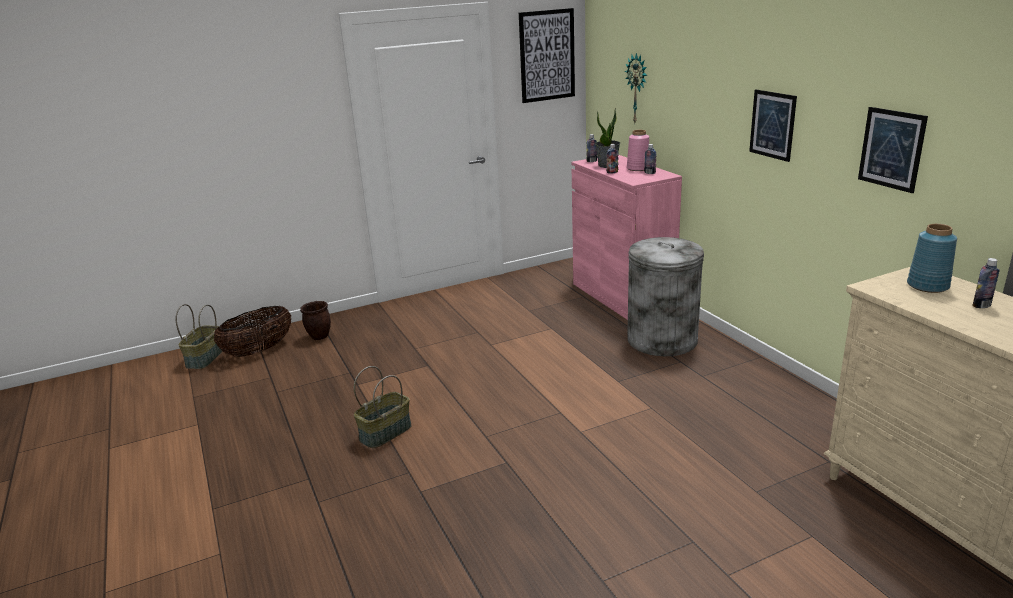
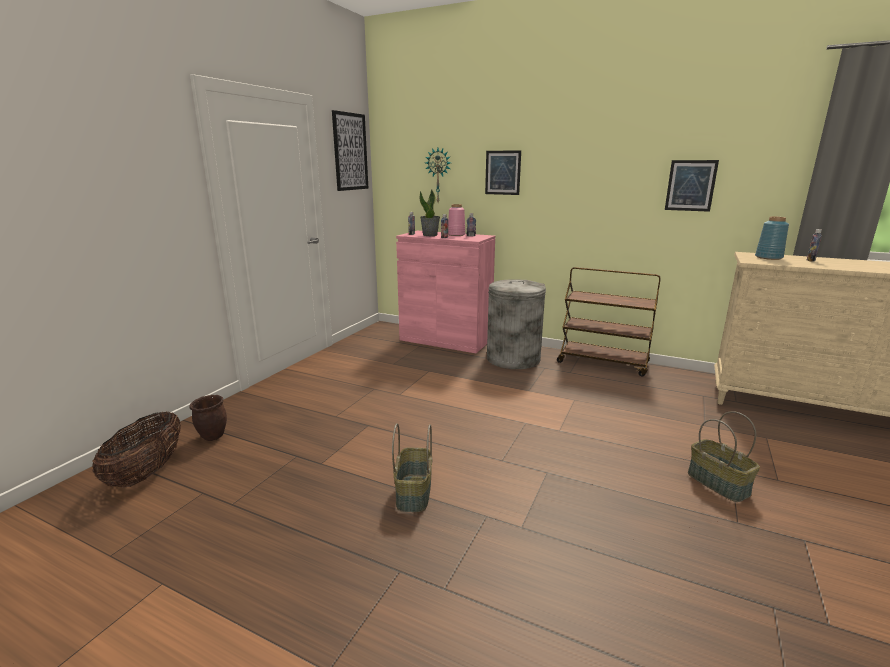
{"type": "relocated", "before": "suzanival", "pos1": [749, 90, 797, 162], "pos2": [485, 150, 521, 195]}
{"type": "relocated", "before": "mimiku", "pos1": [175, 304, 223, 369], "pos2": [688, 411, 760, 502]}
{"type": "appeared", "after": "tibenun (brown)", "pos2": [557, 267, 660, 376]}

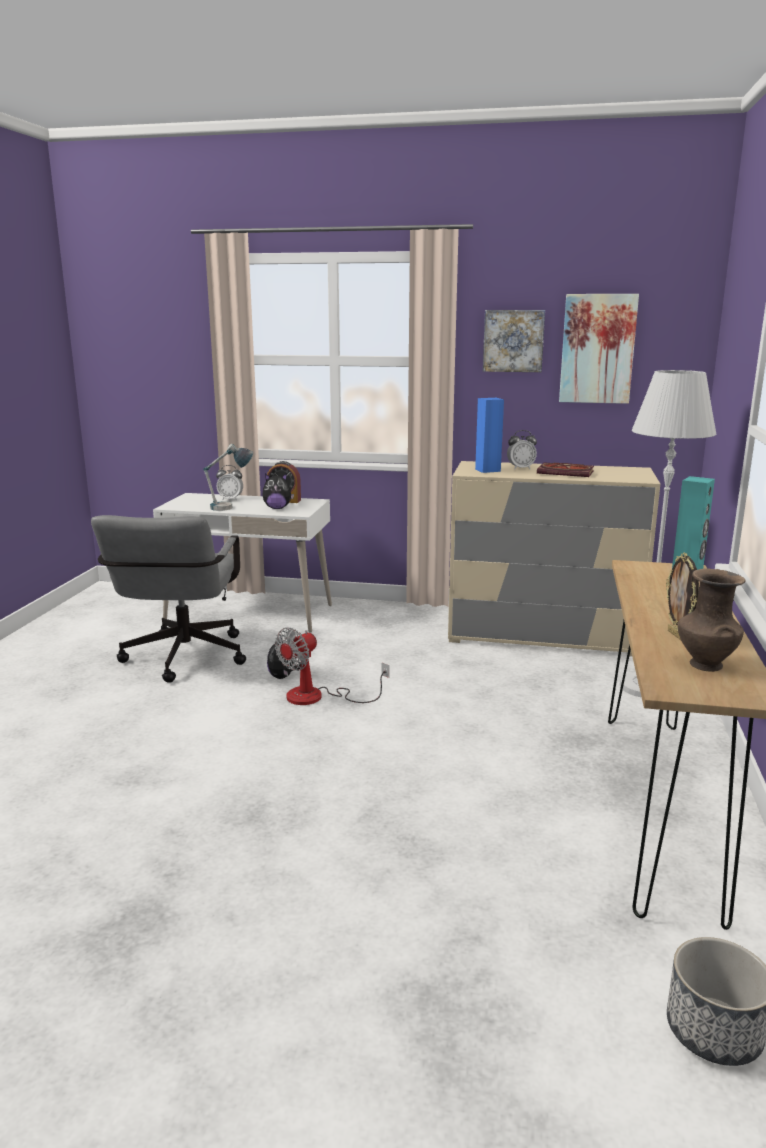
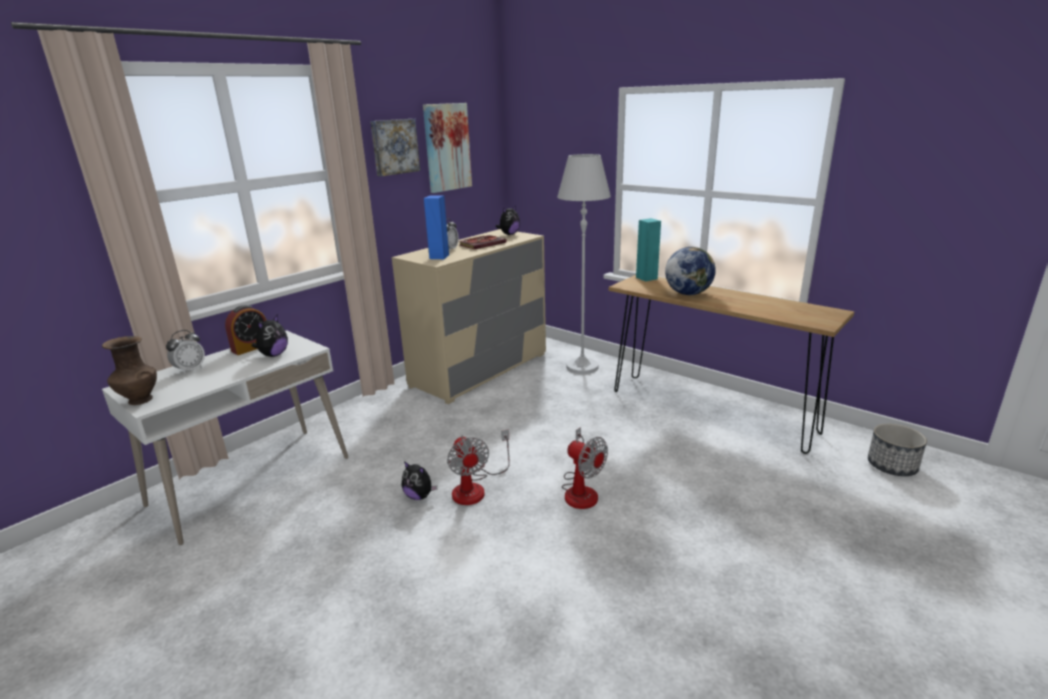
{"type": "missing", "before": "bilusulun", "pos1": [203, 444, 253, 511]}
{"type": "missing", "before": "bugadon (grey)", "pos1": [91, 515, 246, 683]}
{"type": "missing", "before": "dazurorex", "pos1": [666, 553, 699, 640]}
{"type": "relocated", "before": "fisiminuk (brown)", "pos1": [678, 568, 746, 672], "pos2": [102, 336, 157, 405]}
{"type": "appeared", "after": "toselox", "pos2": [496, 205, 520, 235]}
{"type": "appeared", "after": "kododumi", "pos2": [665, 247, 716, 295]}
{"type": "appeared", "after": "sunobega", "pos2": [562, 427, 608, 509]}

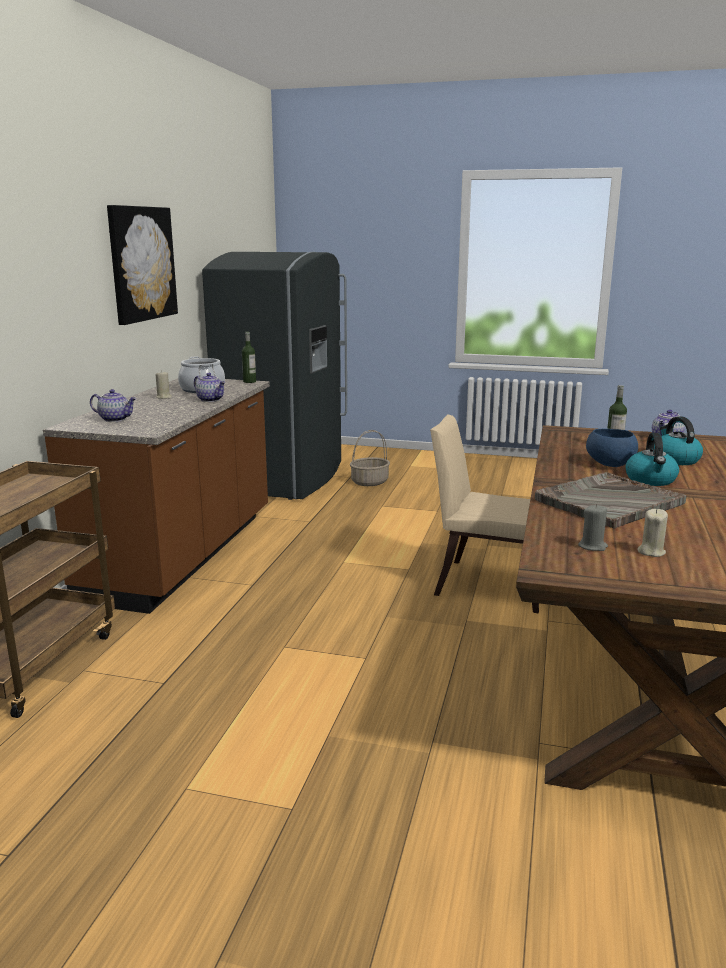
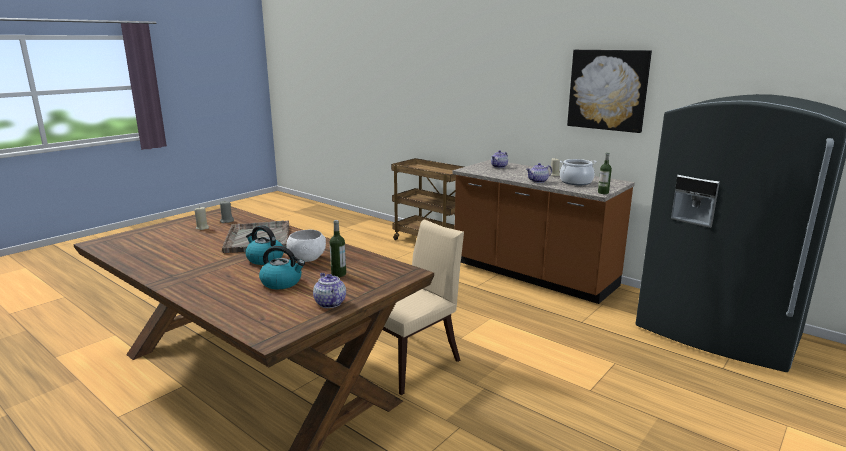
{"type": "colour", "before": "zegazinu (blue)", "after": "zegazinu (white)", "pos1": [586, 429, 638, 467], "pos2": [287, 230, 326, 262]}
{"type": "missing", "before": "mimiku", "pos1": [350, 430, 390, 486]}

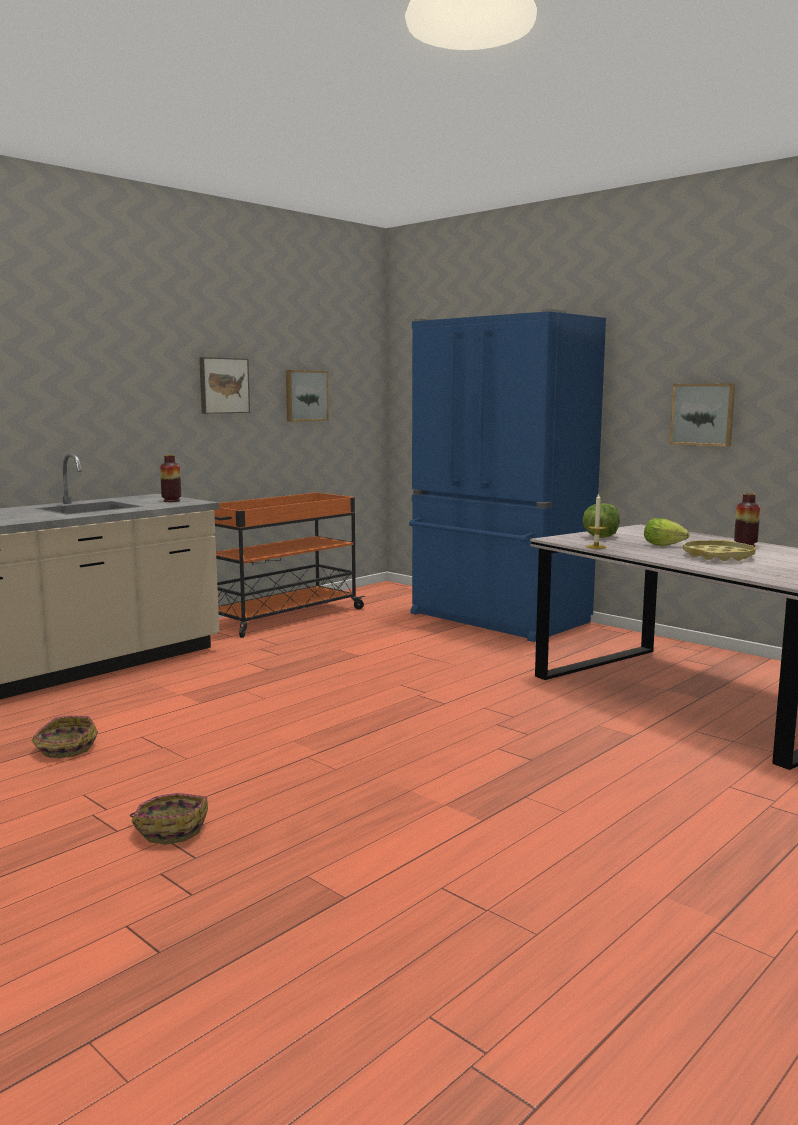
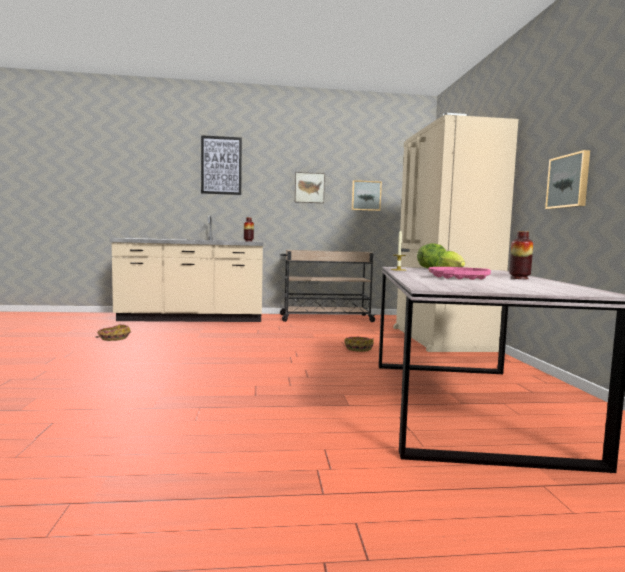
{"type": "colour", "before": "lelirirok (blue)", "after": "lelirirok (beige)", "pos1": [409, 309, 606, 642], "pos2": [393, 113, 518, 352]}
{"type": "colour", "before": "tibenun (orange)", "after": "tibenun (beige)", "pos1": [213, 493, 365, 638], "pos2": [280, 250, 377, 322]}
{"type": "colour", "before": "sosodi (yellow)", "after": "sosodi (pink)", "pos1": [683, 540, 756, 561], "pos2": [428, 267, 491, 280]}
{"type": "relocated", "before": "mimiku", "pos1": [130, 793, 208, 845], "pos2": [344, 337, 374, 352]}
{"type": "appeared", "after": "suzanival", "pos2": [201, 135, 242, 195]}

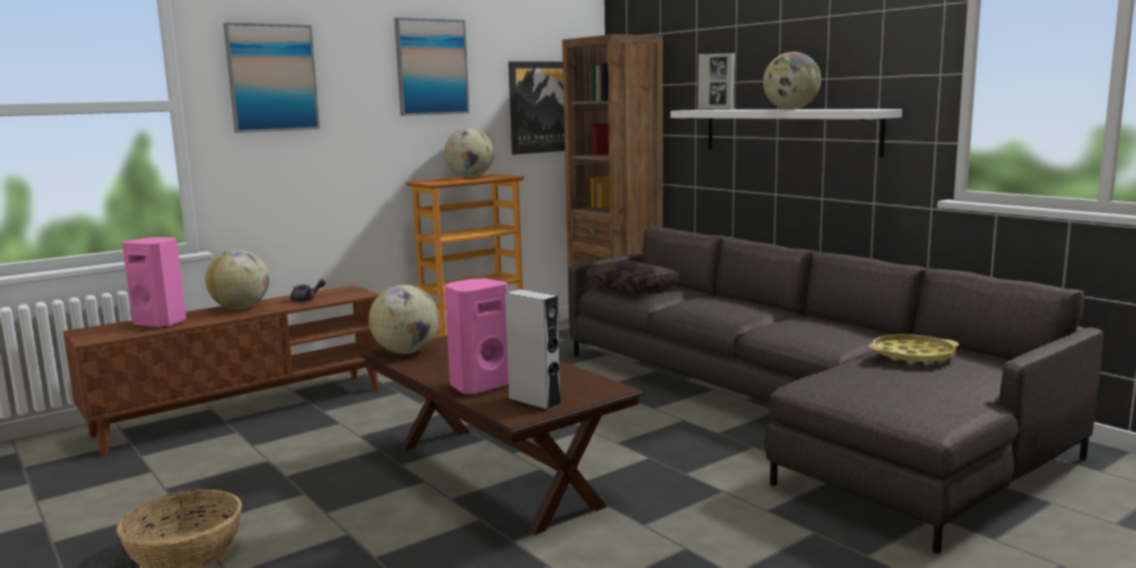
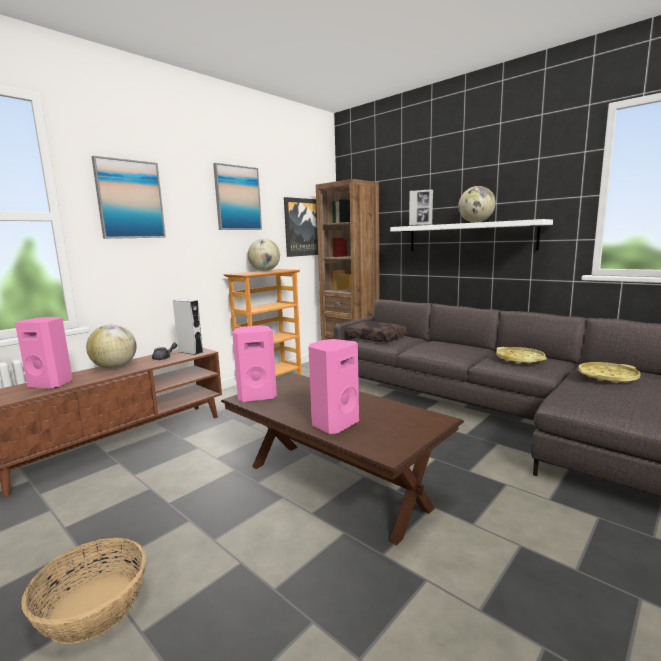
{"type": "exchanged", "before": "kododumi", "after": "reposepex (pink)", "pos1": [369, 285, 439, 354], "pos2": [232, 325, 277, 402]}
{"type": "relocated", "before": "reposepex (grey)", "pos1": [505, 289, 562, 411], "pos2": [173, 299, 204, 355]}
{"type": "appeared", "after": "sosodi (yellow)", "pos2": [496, 347, 547, 364]}

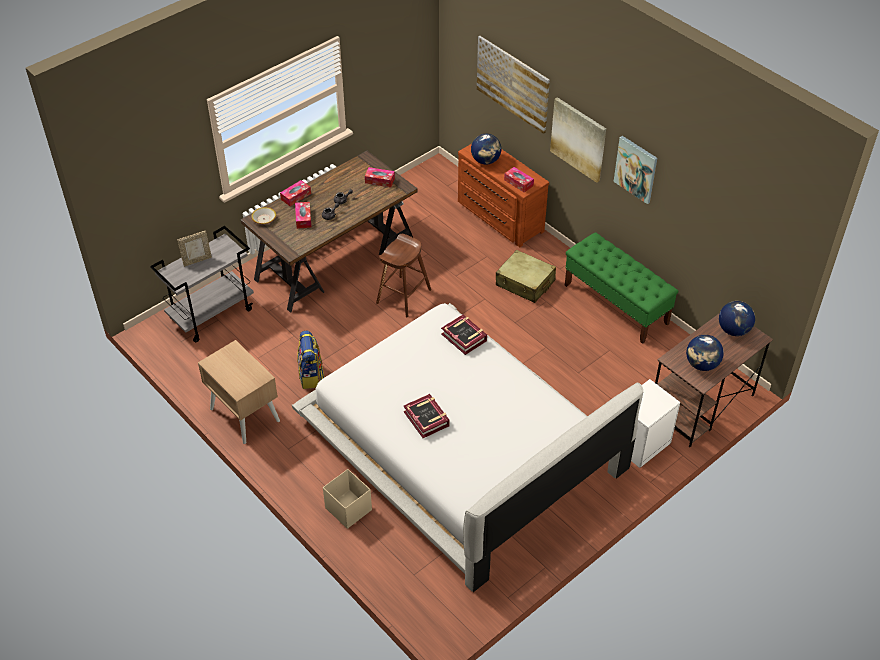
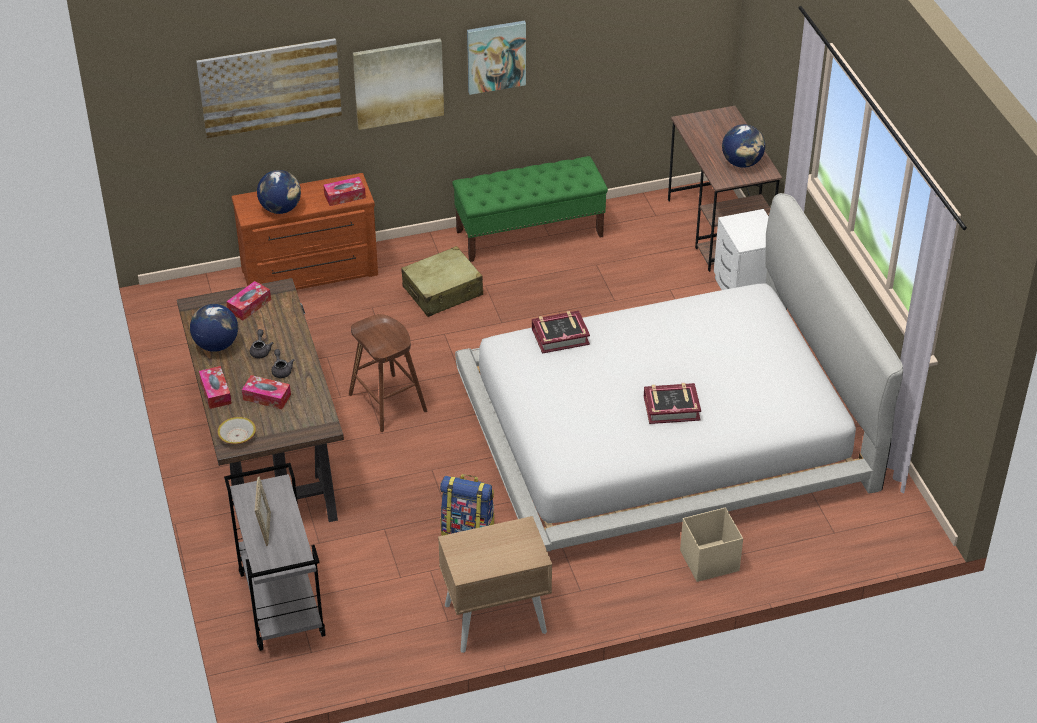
{"type": "relocated", "before": "kododumi", "pos1": [719, 301, 755, 336], "pos2": [190, 304, 238, 352]}

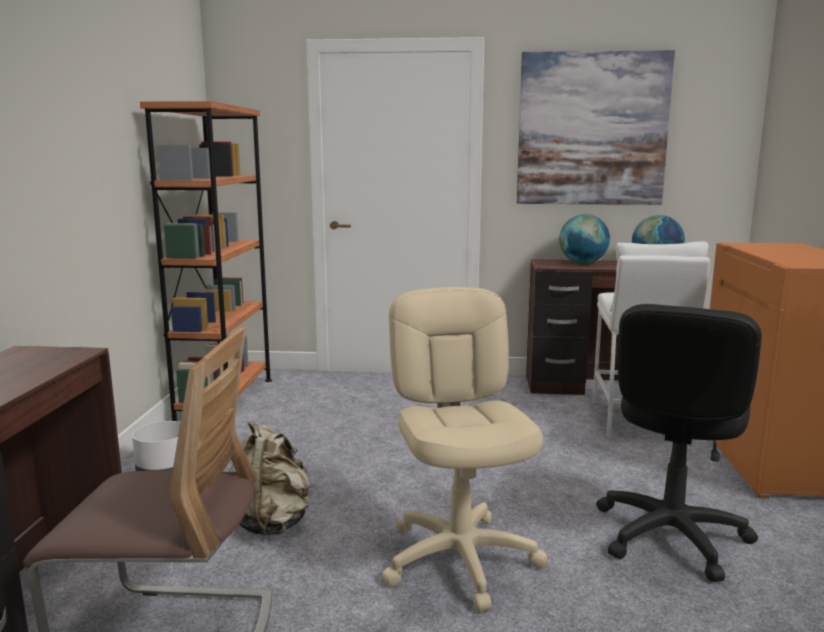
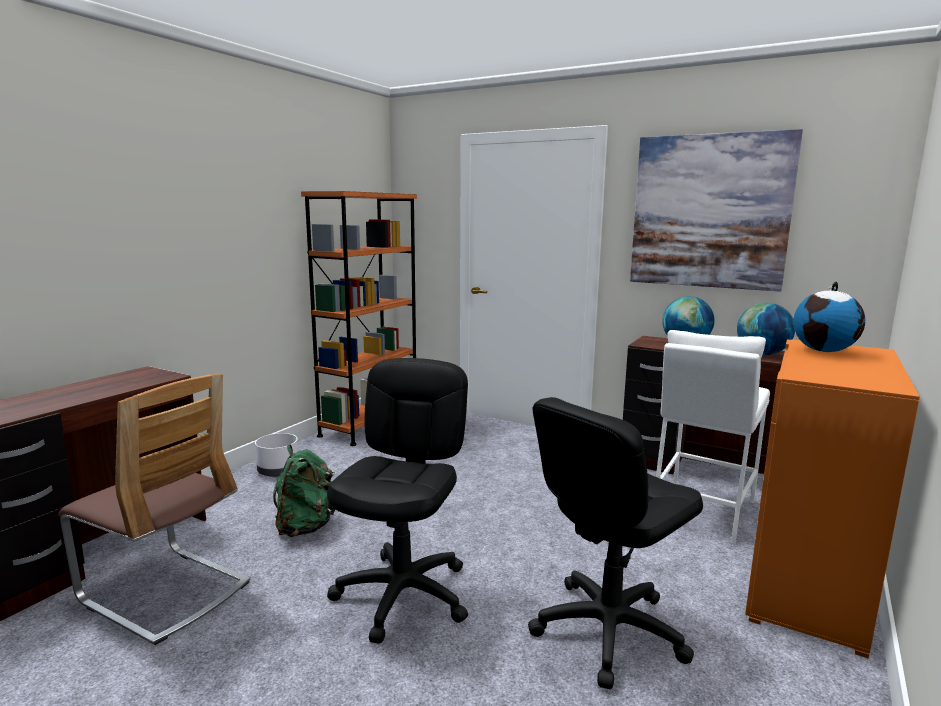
{"type": "colour", "before": "bugadon (beige)", "after": "bugadon (black)", "pos1": [382, 287, 547, 612], "pos2": [327, 358, 468, 644]}
{"type": "colour", "before": "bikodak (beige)", "after": "bikodak (green)", "pos1": [229, 421, 310, 535], "pos2": [273, 444, 339, 537]}
{"type": "appeared", "after": "kododumi", "pos2": [793, 282, 865, 352]}

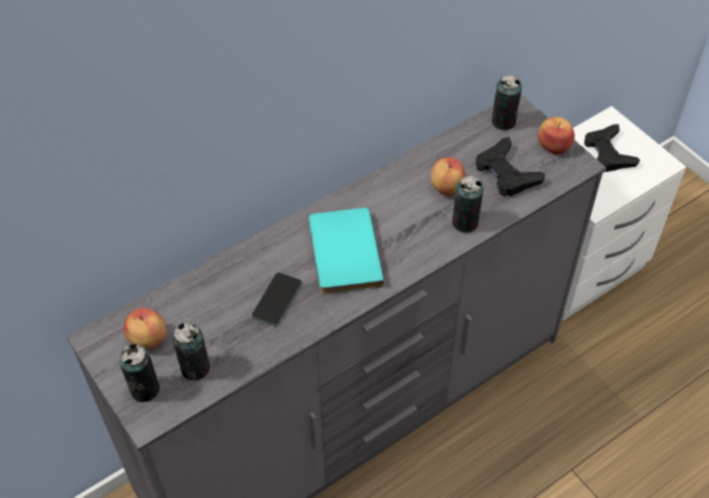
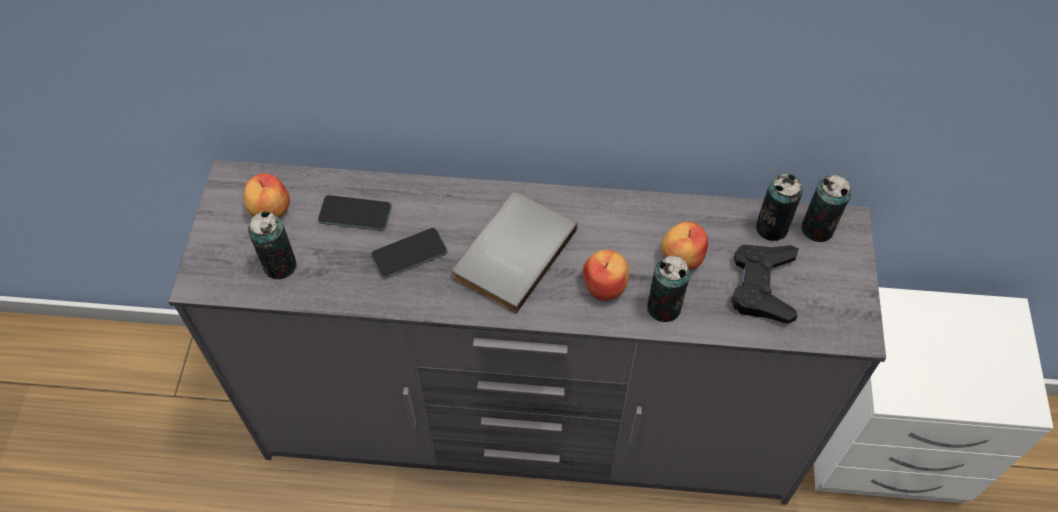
{"type": "relocated", "before": "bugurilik", "pos1": [538, 117, 575, 154], "pos2": [583, 250, 629, 301]}
{"type": "missing", "before": "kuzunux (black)", "pos1": [584, 124, 640, 172]}
{"type": "colour", "before": "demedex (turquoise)", "after": "demedex (grey)", "pos1": [309, 207, 384, 295], "pos2": [453, 192, 577, 314]}
{"type": "relocated", "before": "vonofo", "pos1": [119, 344, 160, 402], "pos2": [756, 174, 803, 241]}
{"type": "appeared", "after": "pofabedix", "pos2": [318, 195, 392, 231]}

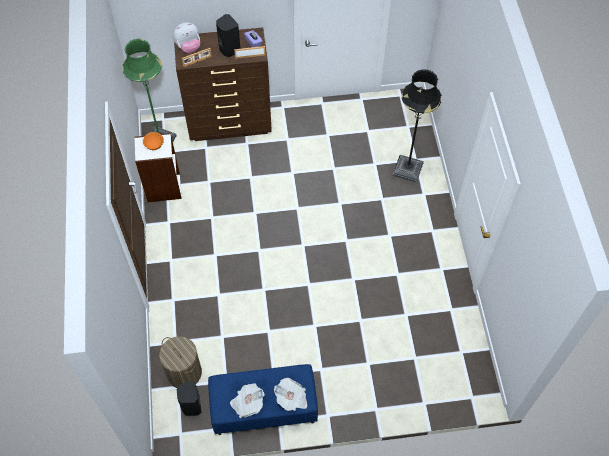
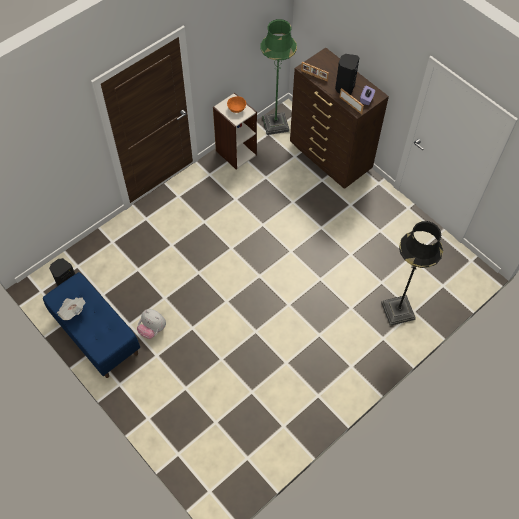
{"type": "relocated", "before": "toselox", "pos1": [172, 23, 200, 53], "pos2": [137, 309, 166, 339]}
{"type": "missing", "before": "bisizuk", "pos1": [159, 336, 202, 388]}
{"type": "missing", "before": "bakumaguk", "pos1": [274, 378, 307, 411]}

